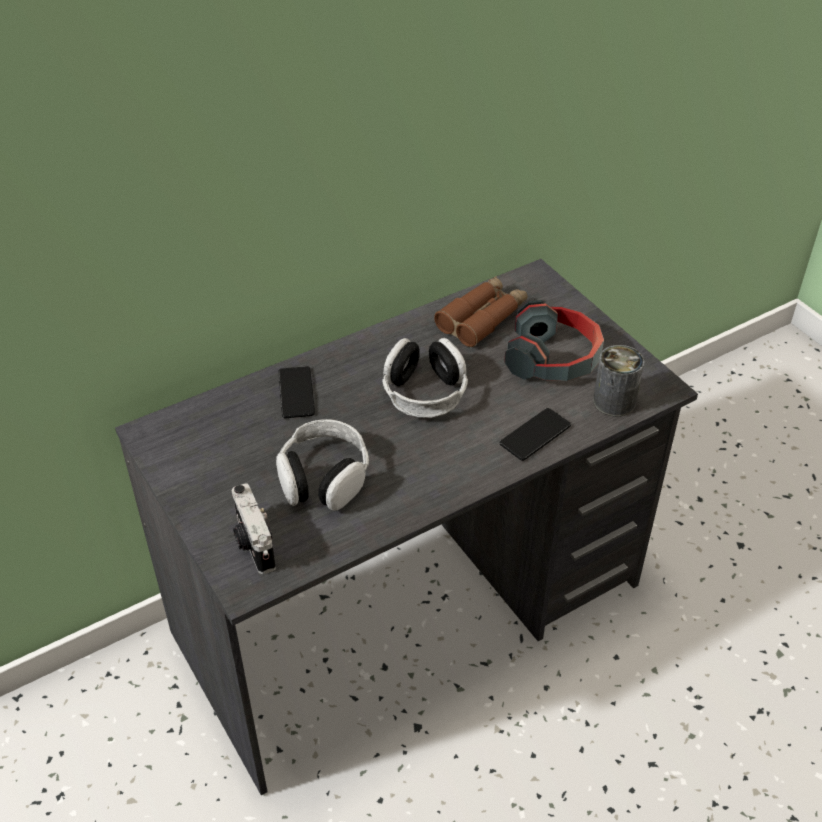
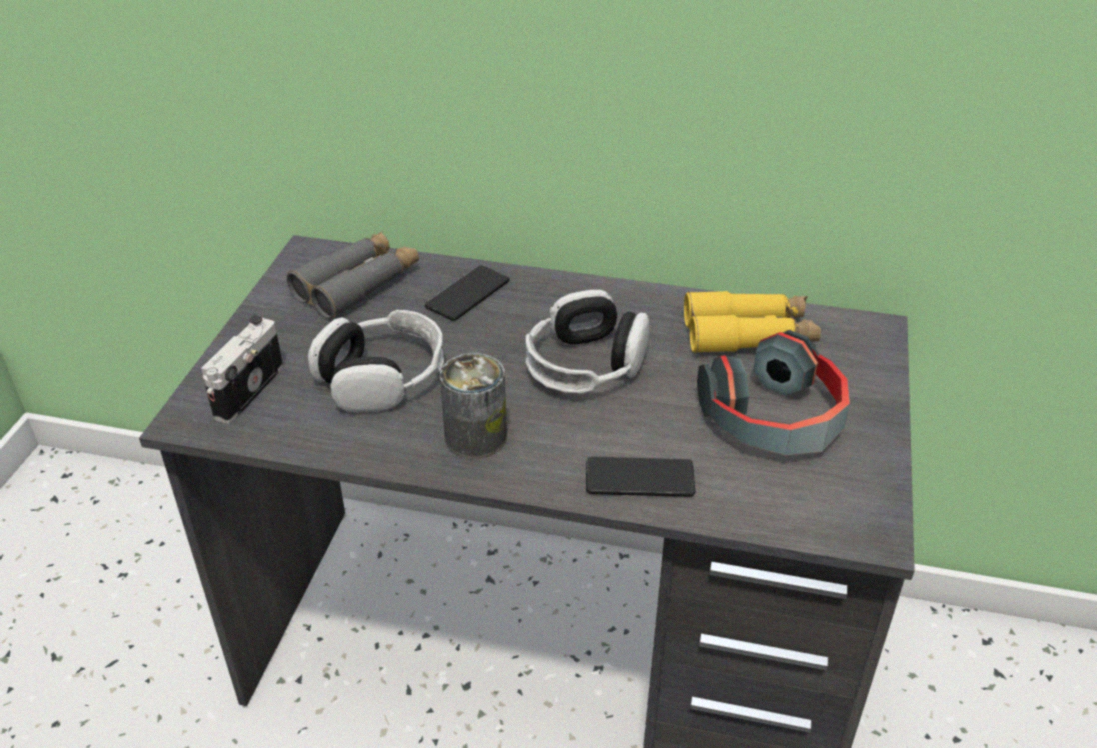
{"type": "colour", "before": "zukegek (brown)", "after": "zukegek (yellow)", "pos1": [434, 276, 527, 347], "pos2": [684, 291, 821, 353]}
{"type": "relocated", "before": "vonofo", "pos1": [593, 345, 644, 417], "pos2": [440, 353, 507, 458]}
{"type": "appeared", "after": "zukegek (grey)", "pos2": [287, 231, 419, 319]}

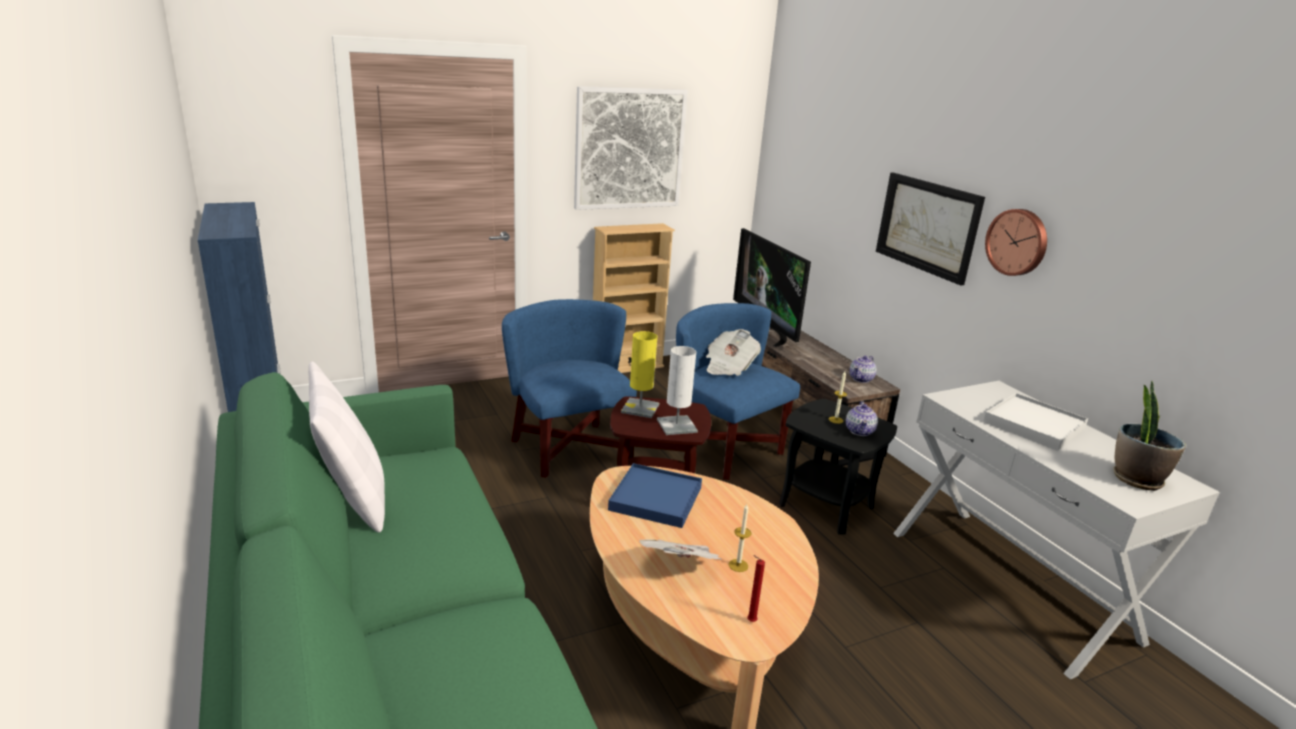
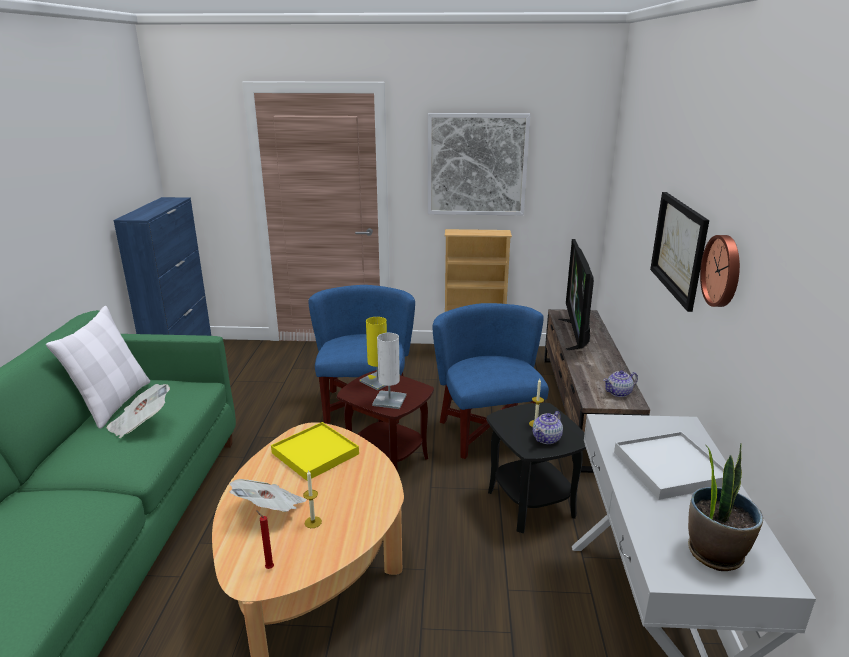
{"type": "relocated", "before": "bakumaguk", "pos1": [706, 329, 761, 376], "pos2": [107, 384, 170, 438]}
{"type": "colour", "before": "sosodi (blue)", "after": "sosodi (yellow)", "pos1": [608, 463, 702, 528], "pos2": [271, 422, 359, 481]}

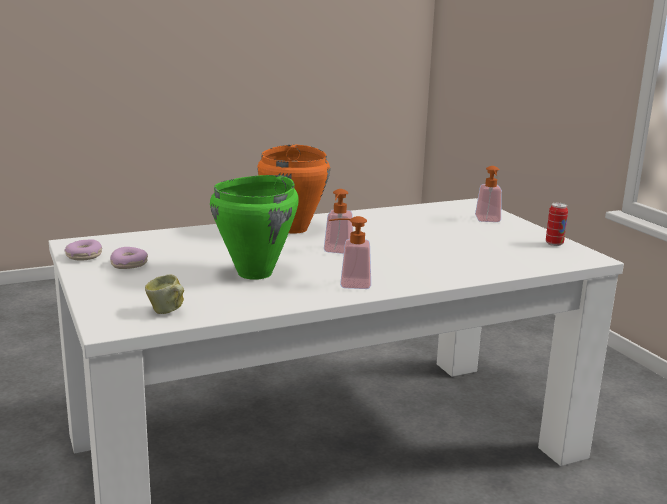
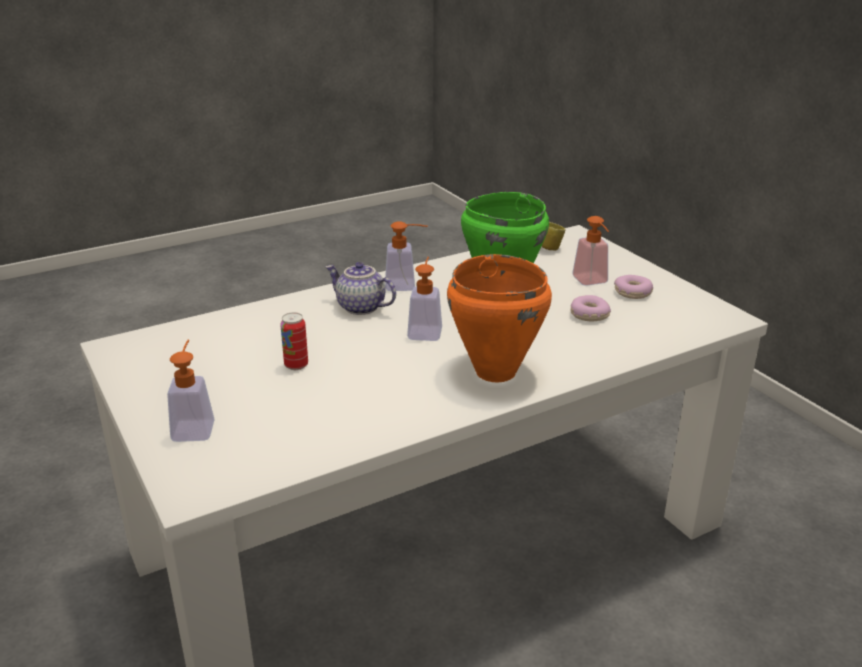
{"type": "relocated", "before": "vonofo", "pos1": [546, 203, 568, 246], "pos2": [280, 312, 308, 370]}
{"type": "relocated", "before": "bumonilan", "pos1": [64, 239, 102, 261], "pos2": [571, 295, 611, 321]}
{"type": "appeared", "after": "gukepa", "pos2": [572, 216, 609, 286]}
{"type": "appeared", "after": "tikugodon", "pos2": [326, 262, 396, 315]}

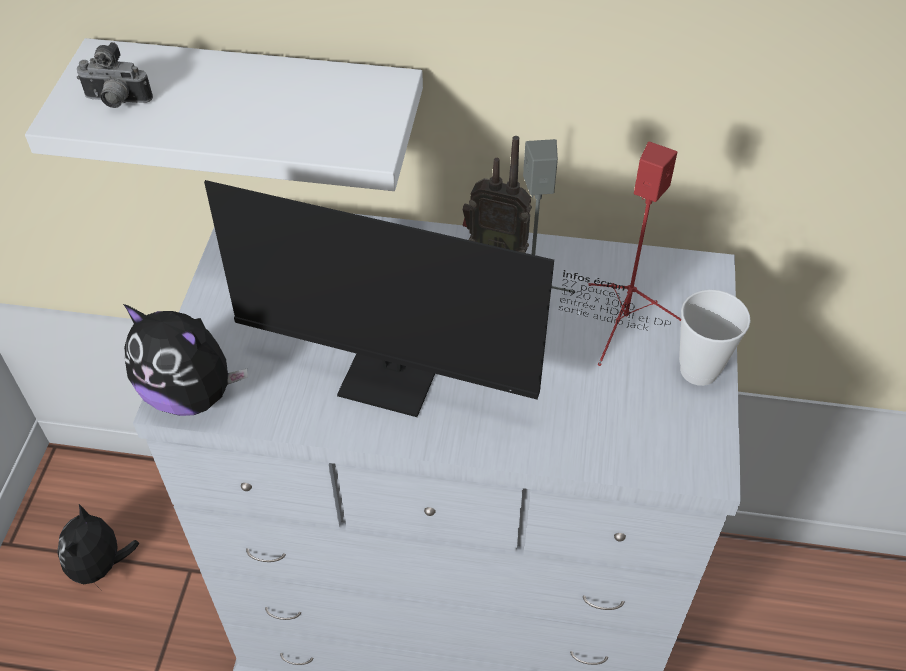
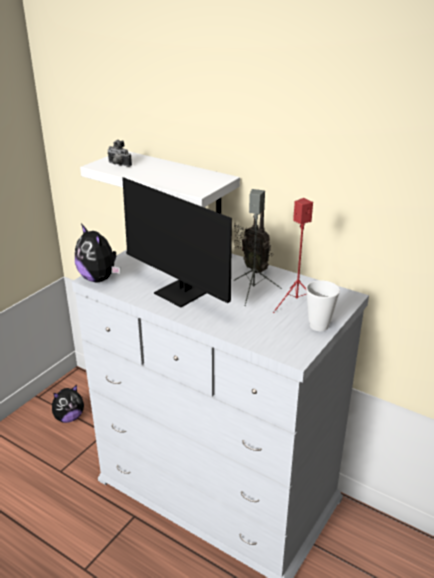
{"type": "spun", "before": "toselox", "pos1": [57, 504, 140, 590], "pos2": [52, 385, 84, 423], "turn": -150}

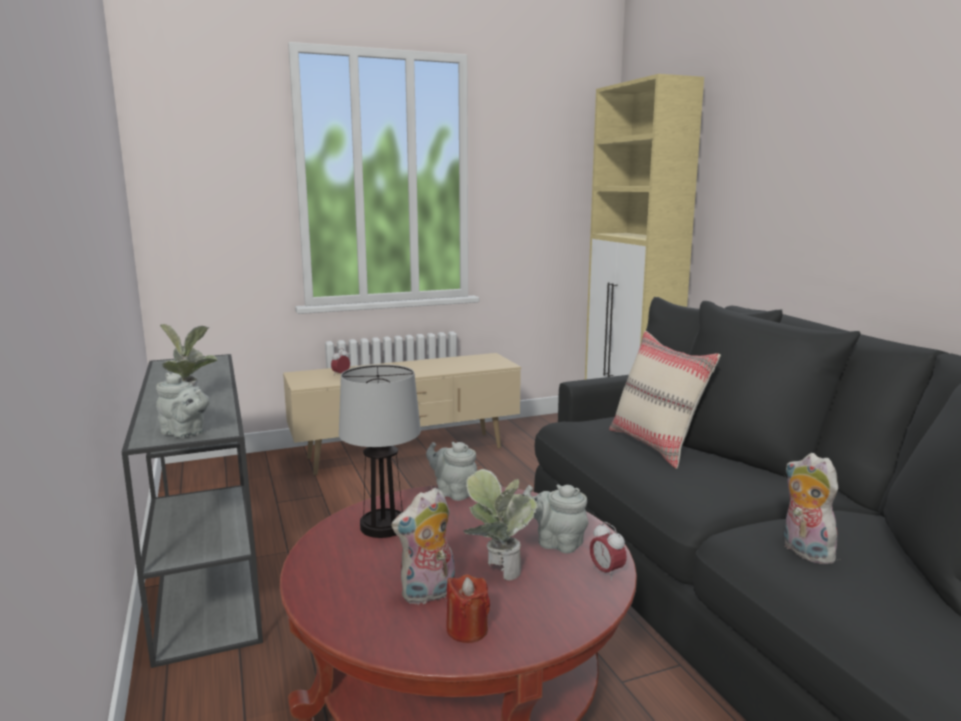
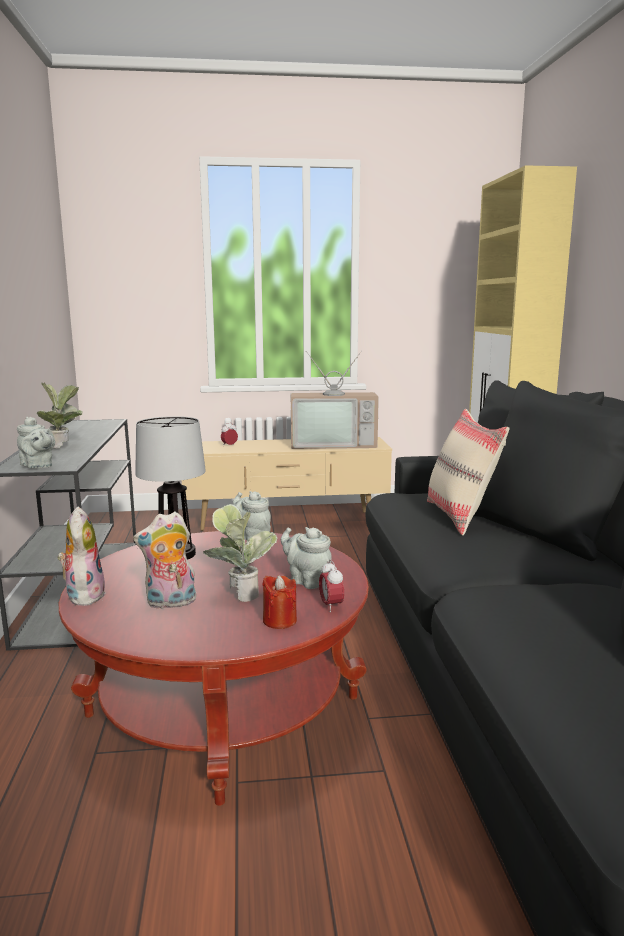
{"type": "relocated", "before": "toselox", "pos1": [784, 453, 843, 564], "pos2": [57, 507, 106, 606]}
{"type": "relocated", "before": "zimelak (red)", "pos1": [446, 574, 490, 643], "pos2": [262, 575, 297, 629]}
{"type": "appeared", "after": "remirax", "pos2": [291, 350, 379, 449]}

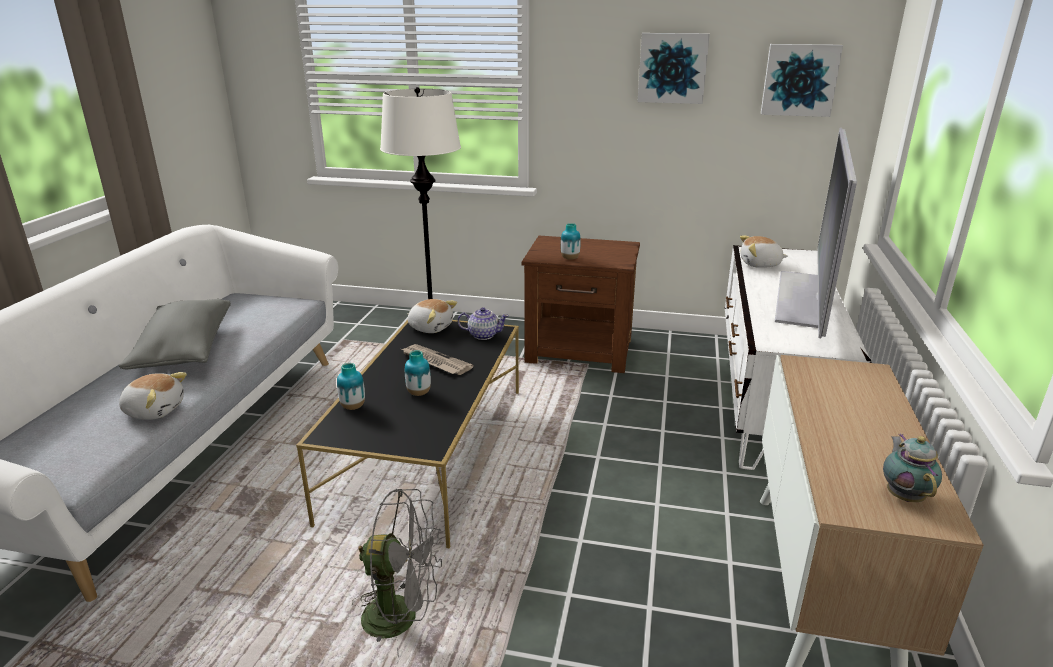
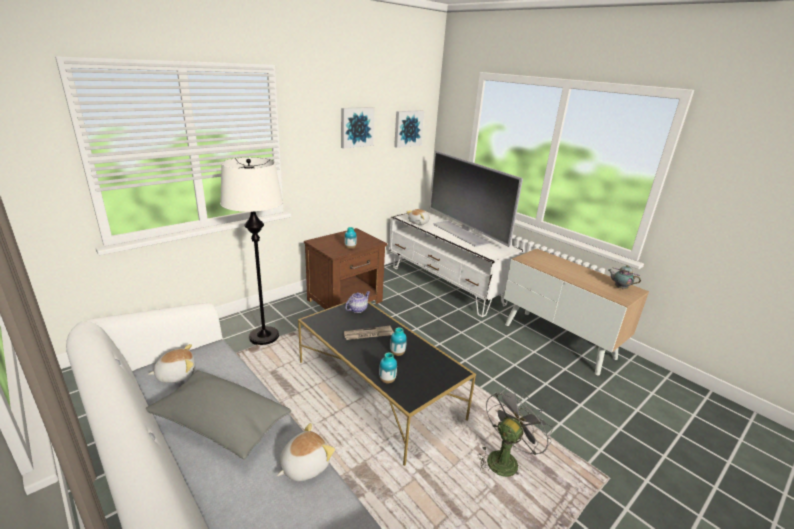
{"type": "relocated", "before": "toselox", "pos1": [408, 299, 457, 333], "pos2": [148, 344, 195, 383]}

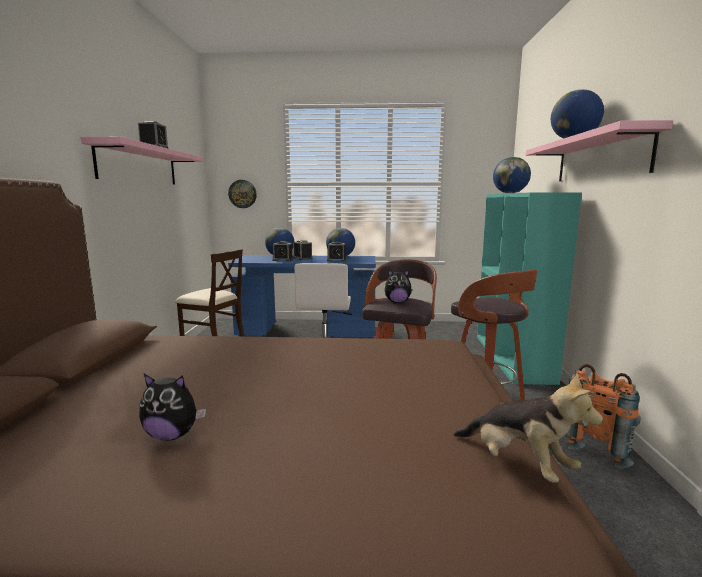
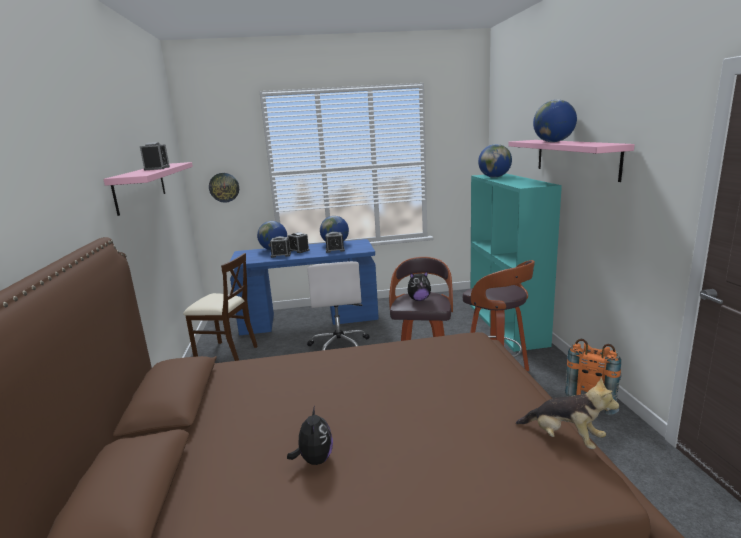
{"type": "spun", "before": "toselox", "pos1": [139, 374, 206, 441], "pos2": [287, 406, 333, 465], "turn": -90}

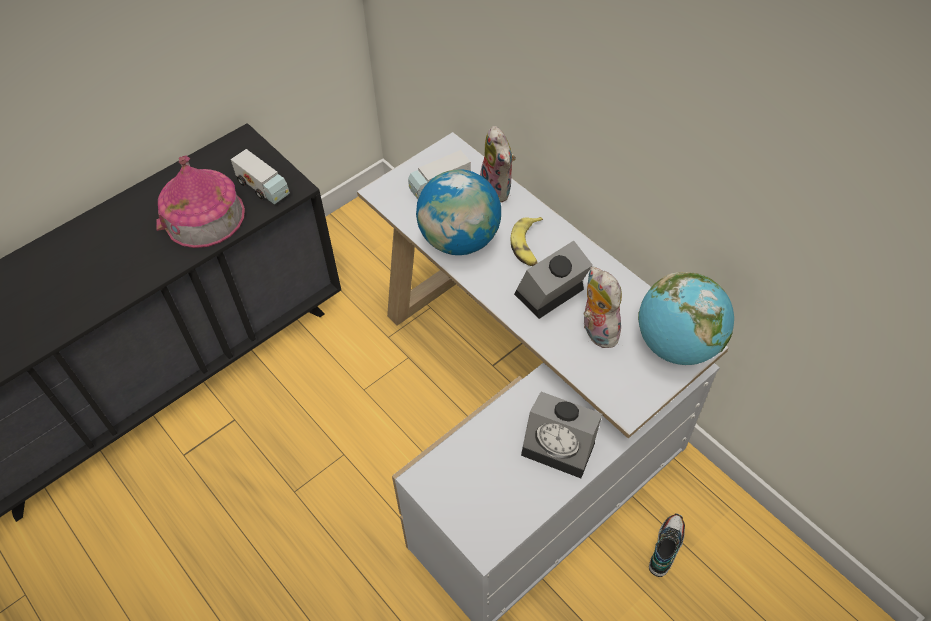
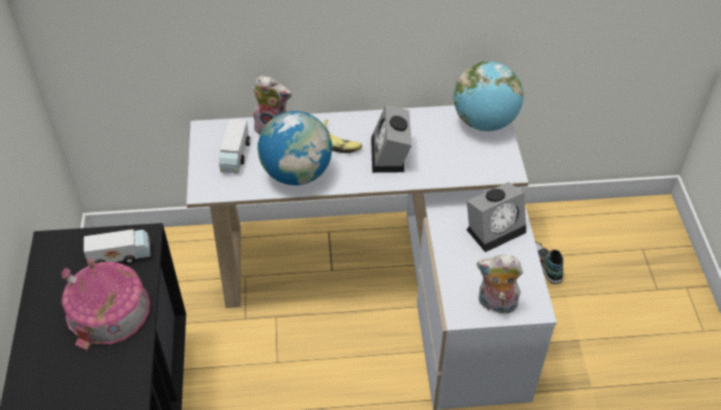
{"type": "relocated", "before": "toselox", "pos1": [584, 266, 622, 348], "pos2": [477, 255, 523, 314]}

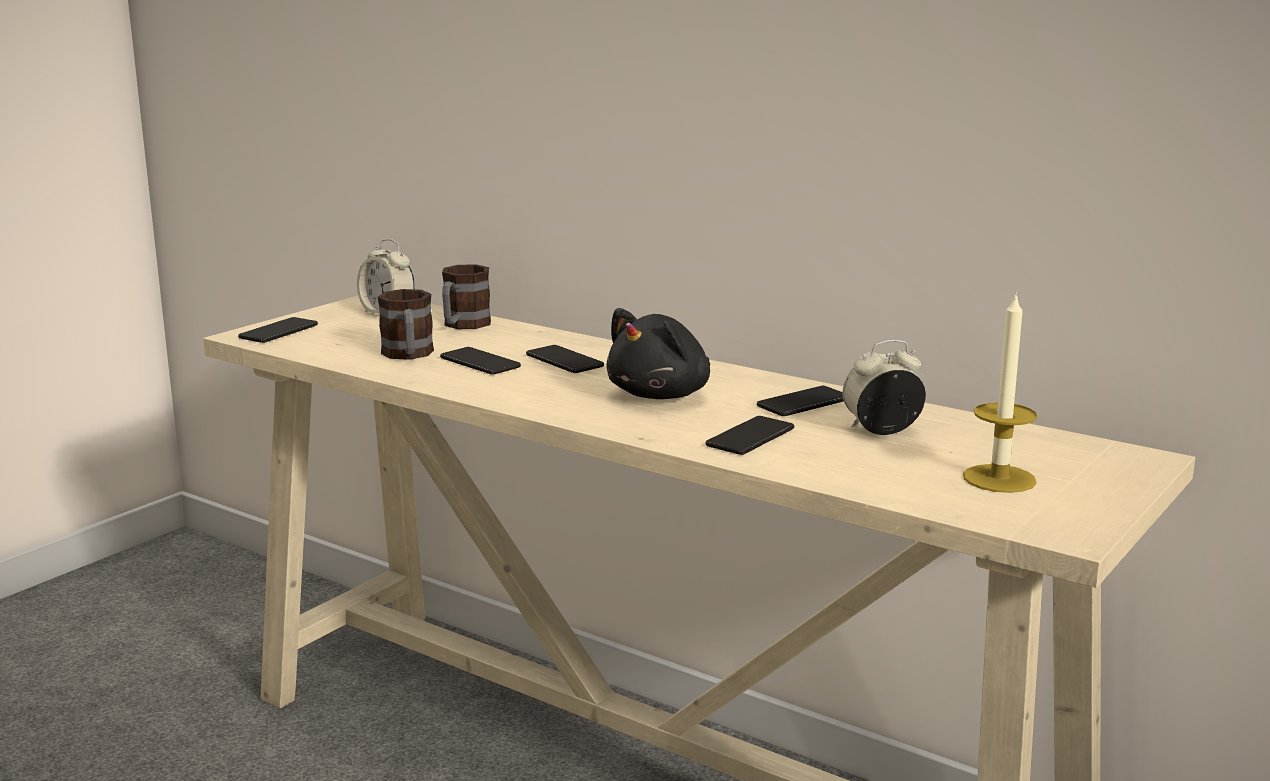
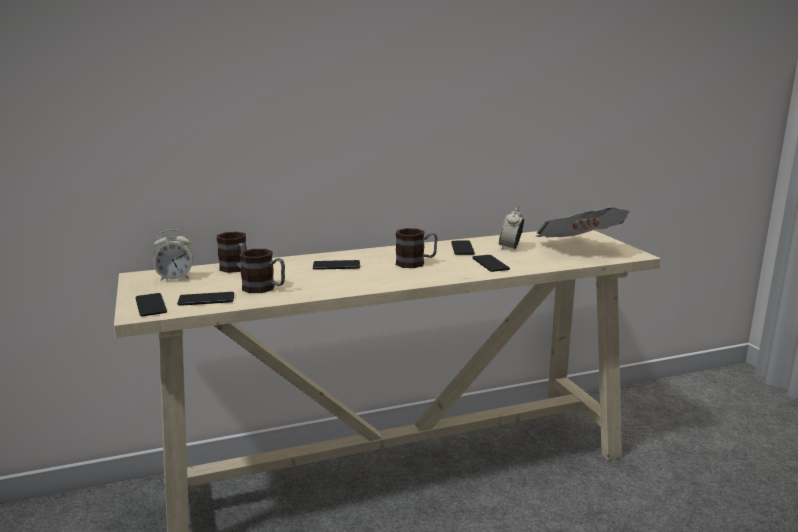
{"type": "exchanged", "before": "zimelak", "after": "bakumaguk", "pos1": [963, 291, 1037, 493], "pos2": [536, 208, 630, 237]}
{"type": "exchanged", "before": "toselox (black)", "after": "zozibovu", "pos1": [606, 308, 710, 399], "pos2": [396, 228, 438, 268]}
{"type": "relocated", "before": "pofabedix", "pos1": [440, 347, 521, 375], "pos2": [177, 292, 234, 306]}

